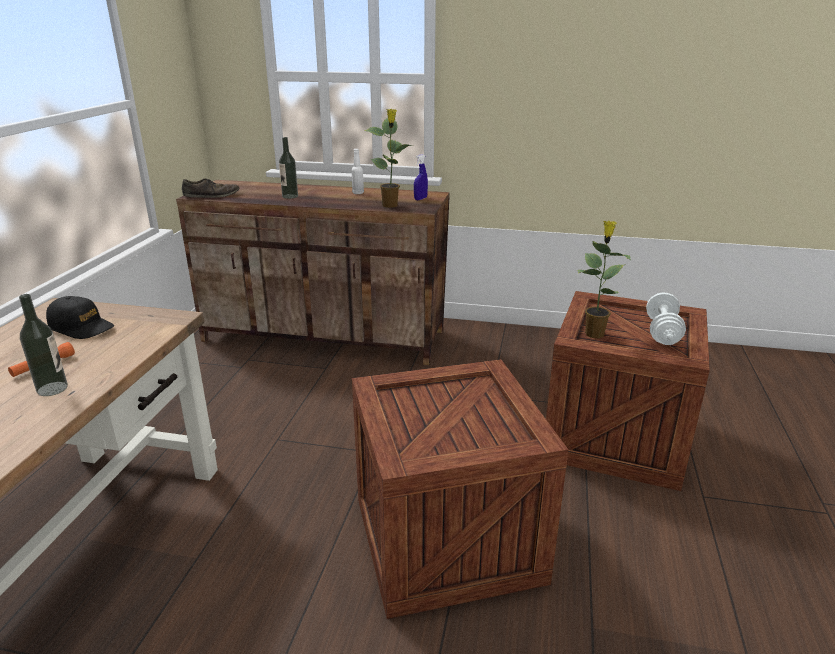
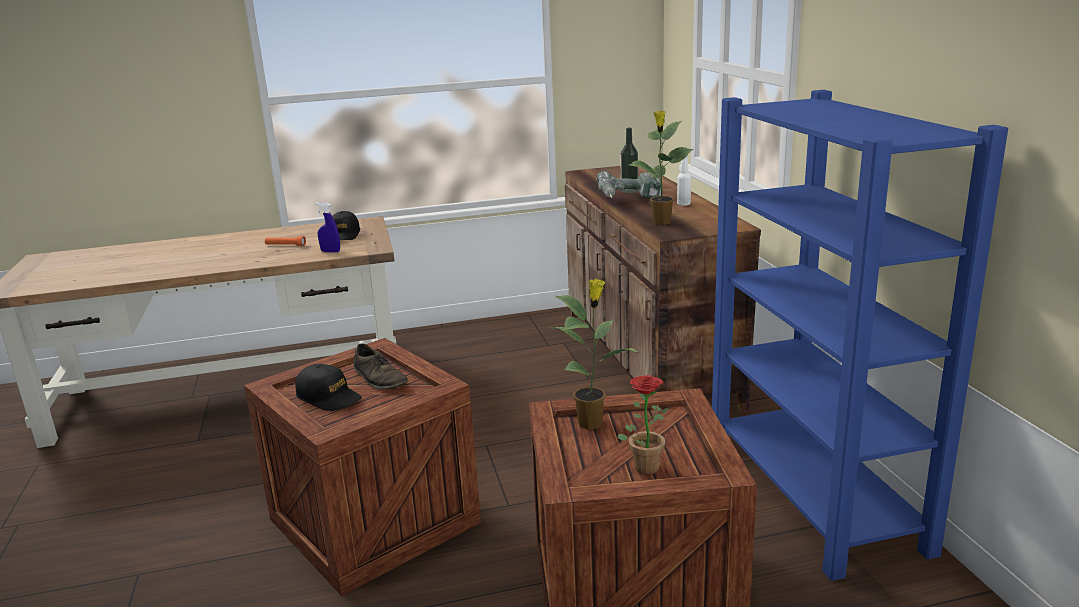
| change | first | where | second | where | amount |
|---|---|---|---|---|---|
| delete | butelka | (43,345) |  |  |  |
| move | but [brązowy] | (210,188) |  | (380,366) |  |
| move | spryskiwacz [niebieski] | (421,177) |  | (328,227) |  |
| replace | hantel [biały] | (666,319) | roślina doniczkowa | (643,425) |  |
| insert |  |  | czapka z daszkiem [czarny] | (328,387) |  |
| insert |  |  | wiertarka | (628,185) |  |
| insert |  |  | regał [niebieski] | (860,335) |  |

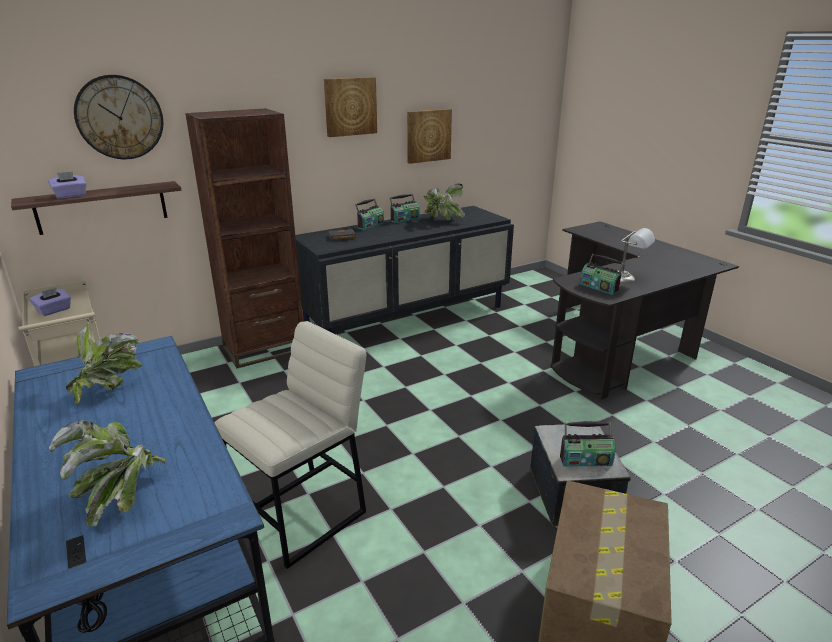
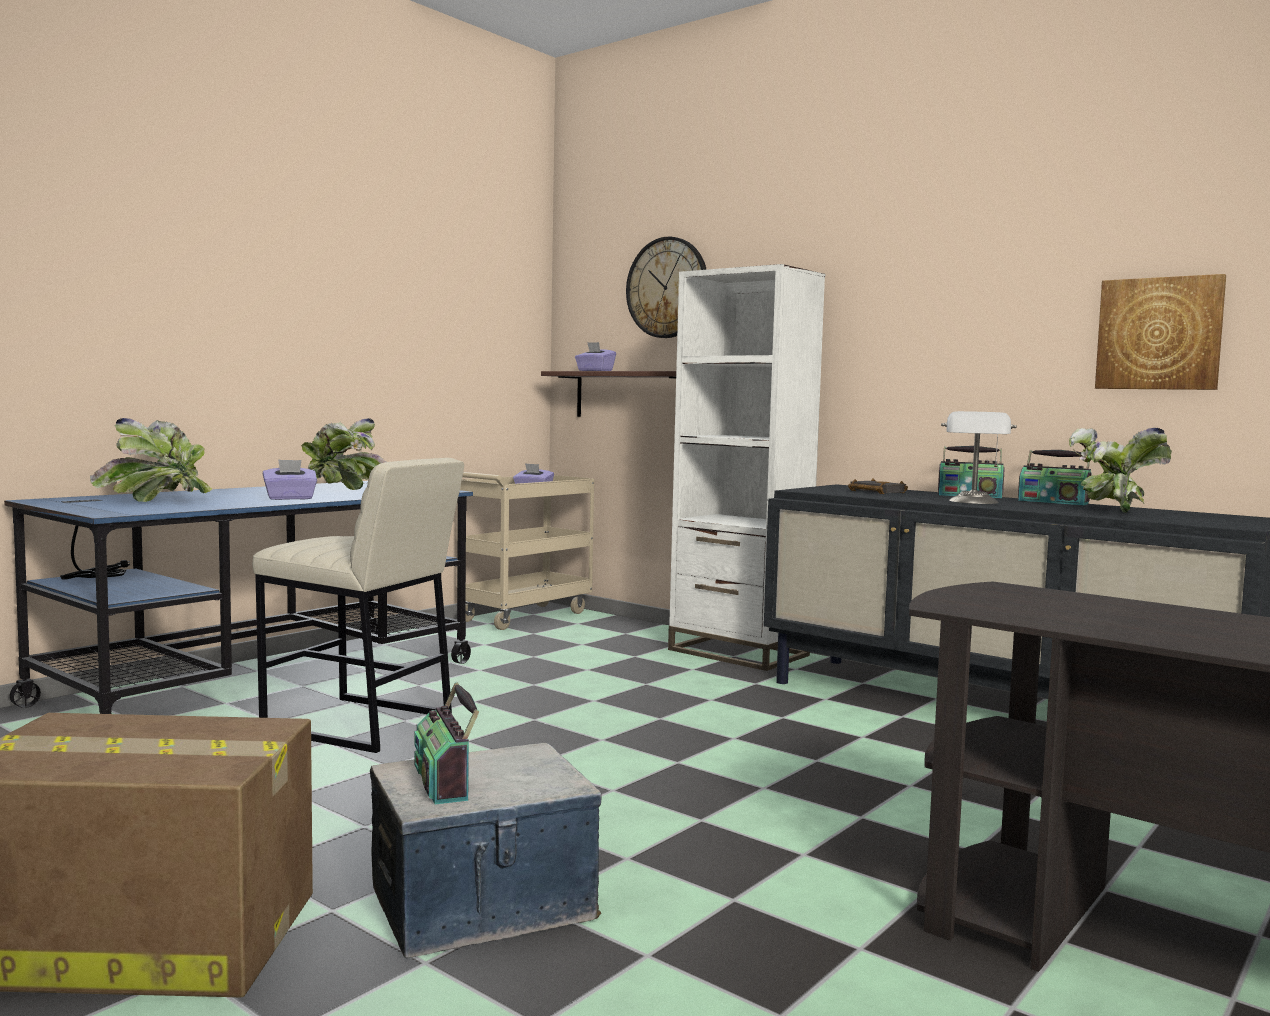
| change | first | where | second | where | amount |
|---|---|---|---|---|---|
| recolor | regał [brązowy] | (244,238) | regał [biały] | (746,467) |  |
| delete | obraz | (350,107) |  |  |  |
| delete | radio | (602,274) |  |  |  |
| move | lampa stołowa [biały] | (636,255) |  | (979,457) |  |
| insert |  |  | pudełko chusteczek [fioletowy] | (290,479) |  |

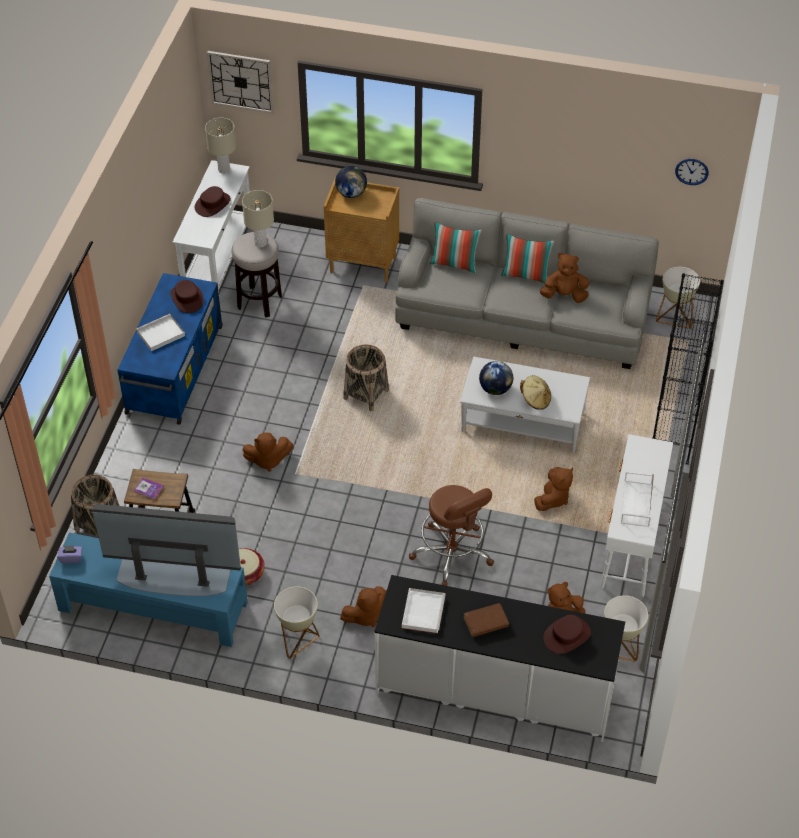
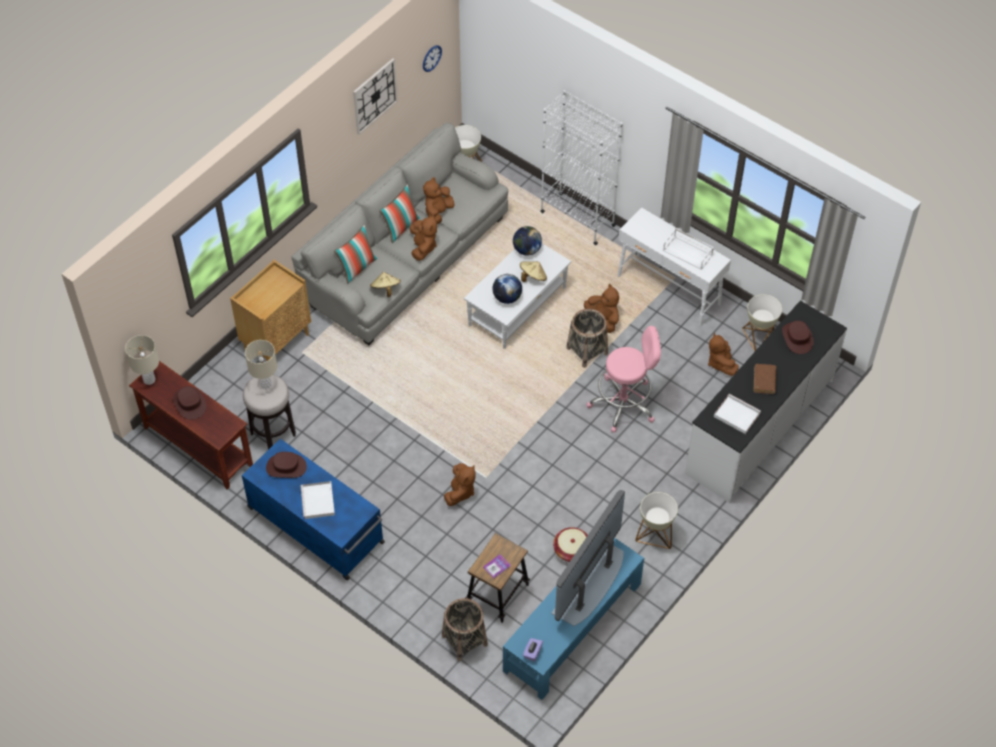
| change | first | where | second | where | amount |
|---|---|---|---|---|---|
| recolor | stolik konsolowy [biały] | (211,226) | stolik konsolowy [brązowy] | (191,425) |  |
| move | zegar ścienny | (240,82) |  | (375,96) |  |
| move | globus | (351,182) |  | (527,241) |  |
| move | pluszak [brązowy] | (363,606) |  | (423,238) |  |
| move | koszyk | (366,378) |  | (587,338) |  |
| recolor | stołek [brązowy] | (451,535) | stołek [różowy] | (624,379) |  |
| recolor | regał [czarny] | (688,369) | regał [biały] | (582,167) |  |
| insert |  |  | kapelusz [beżowy] | (385,284) |  |

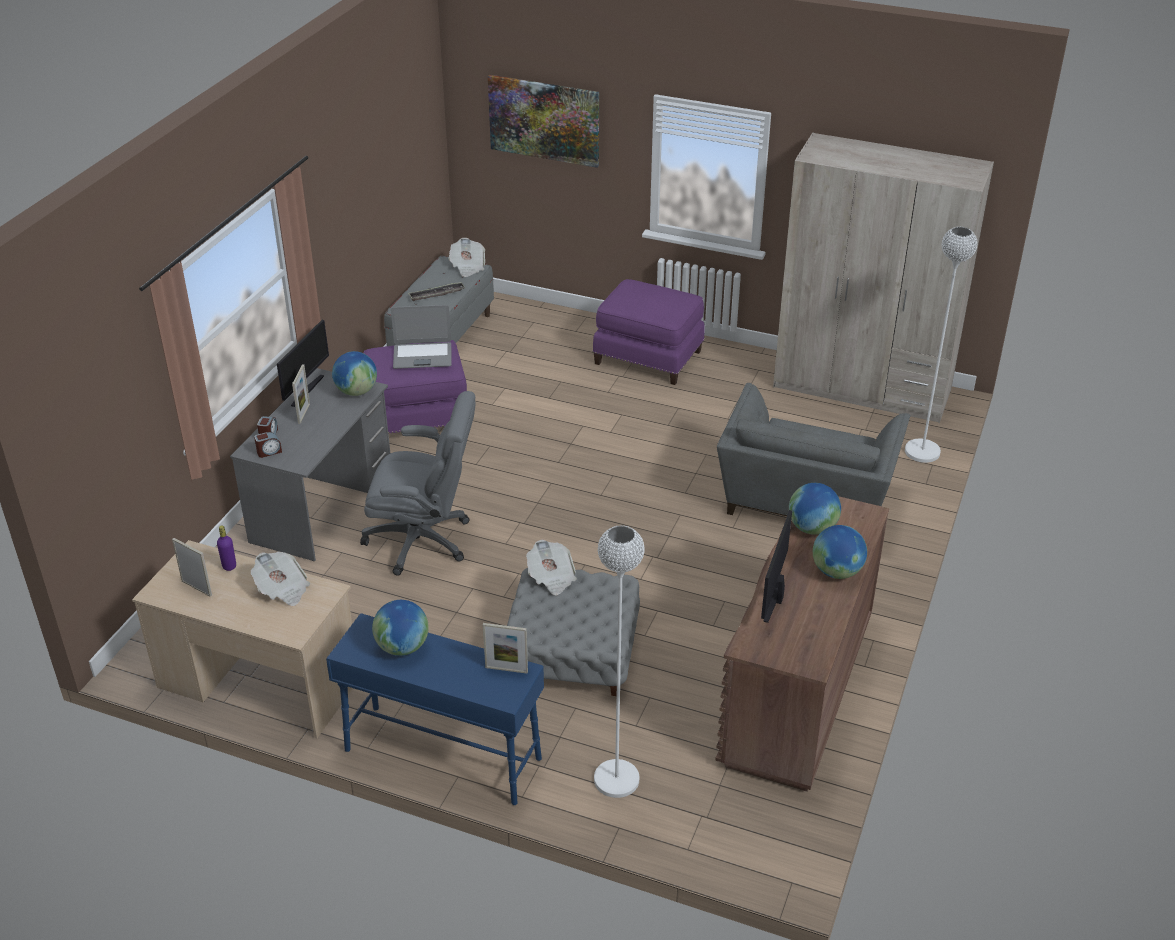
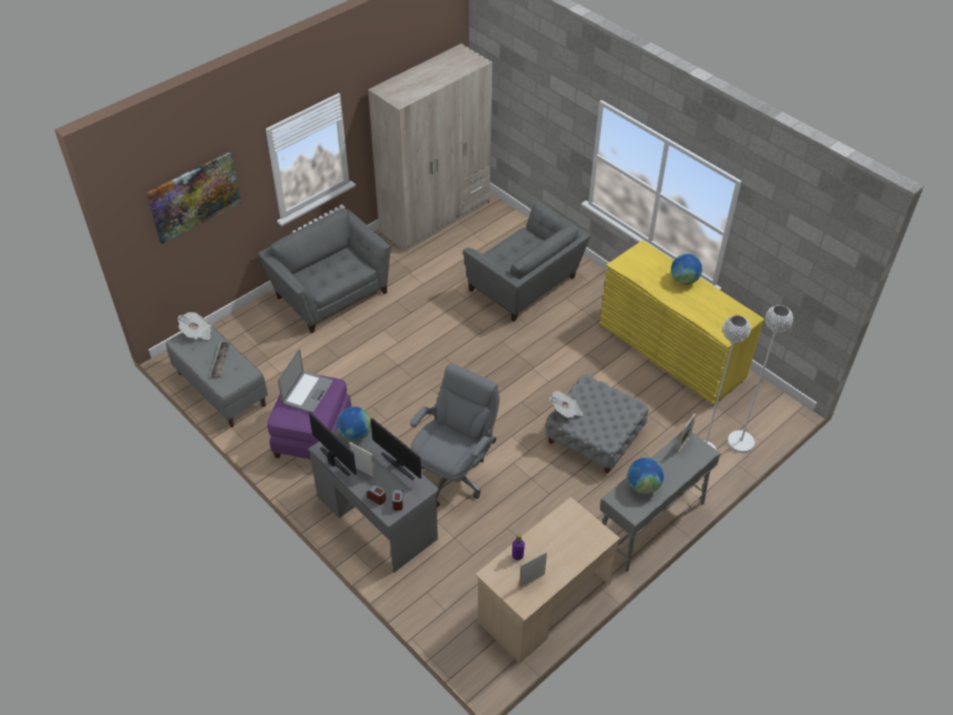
| change | first | where | second | where | amount |
|---|---|---|---|---|---|
| delete | gazeta | (280,579) |  |  |  |
| recolor | stolik konsolowy [niebieski] | (435,709) | stolik konsolowy [szary] | (660,502) |  |
| replace | pufa [fioletowy] | (648,332) | fotel [szary] | (324,271) |  |
| recolor | komoda [brązowy] | (802,639) | komoda [żółty] | (681,322) |  |
| move | monitor | (776,566) |  | (396,449) |  |
| delete | globus | (815,509) |  |  |  |
| move | lampa stojąca [biały] | (941,345) |  | (760,379) |  |

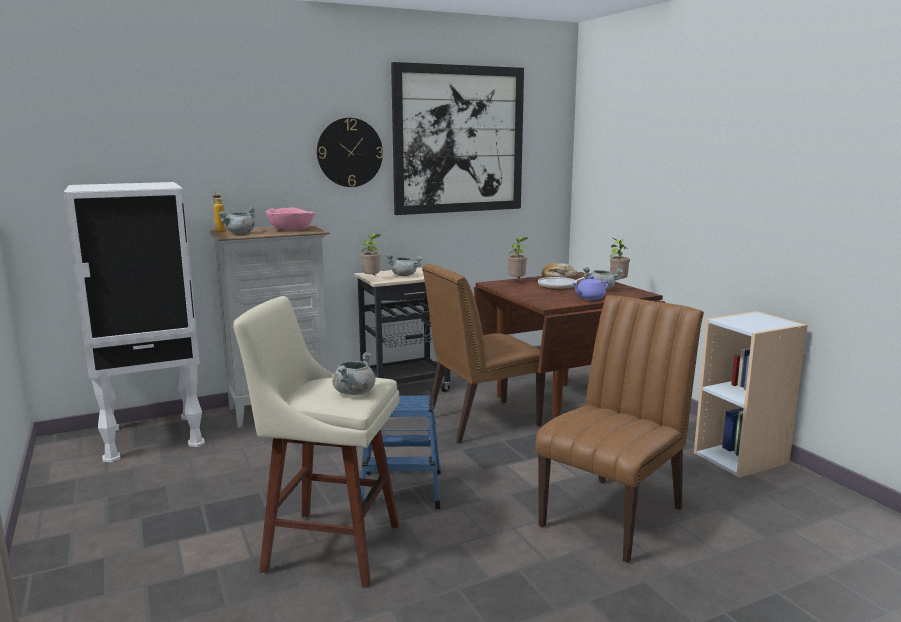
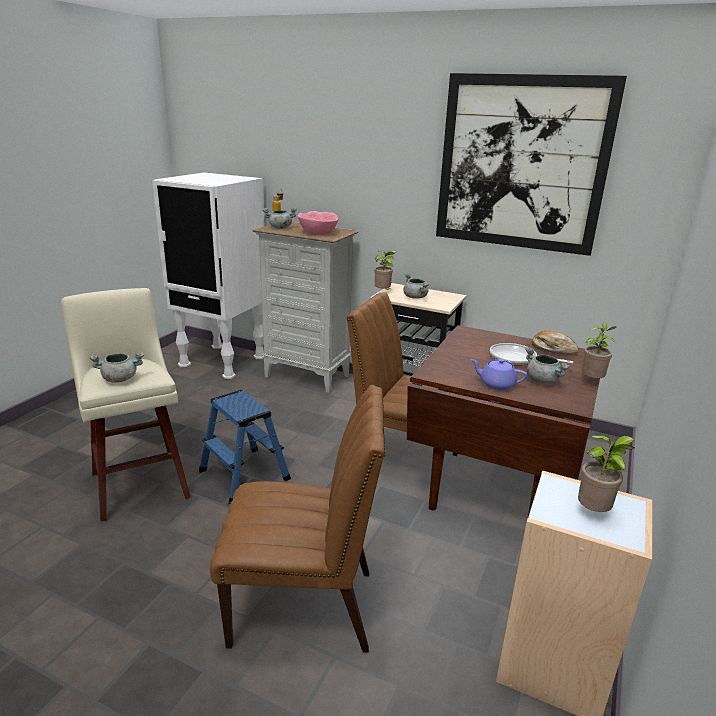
| change | first | where | second | where | amount |
|---|---|---|---|---|---|
| delete | zegar ścienny | (350,152) |  |  |  |
| move | roślina doniczkowa | (517,258) |  | (606,474) |  |

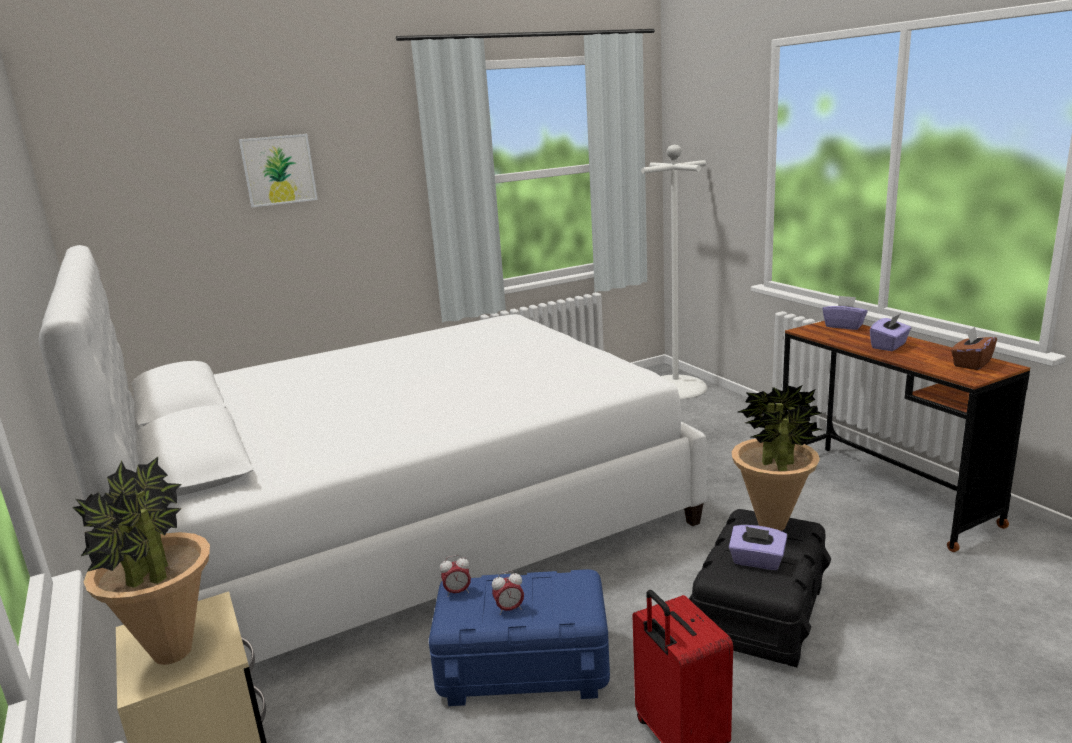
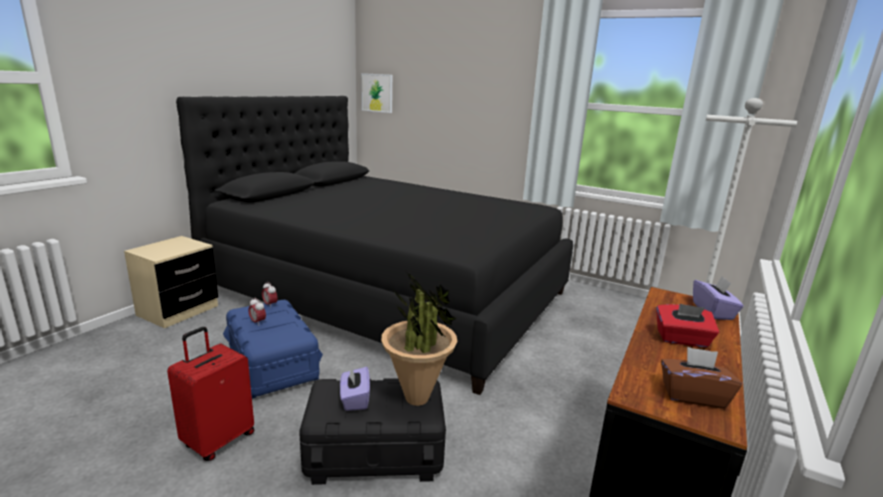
| change | first | where | second | where | amount |
|---|---|---|---|---|---|
| recolor | łóżko [biały] | (373,455) | łóżko [czarny] | (374,245) |  |
| delete | roślina doniczkowa | (141,561) |  |  |  |
| move | obraz | (278,170) |  | (377,93) |  |
| recolor | pudełko chusteczek [fioletowy] | (890,332) | pudełko chusteczek [czerwony] | (687,325) |  |

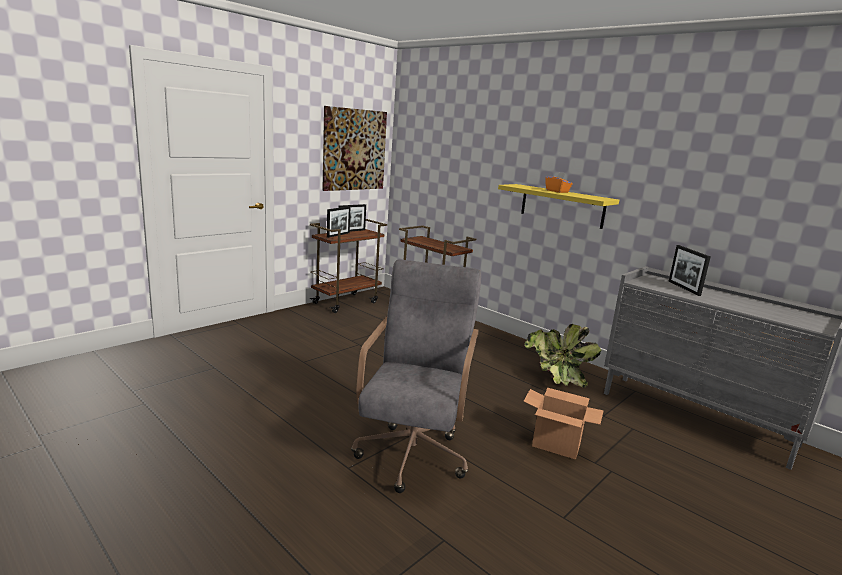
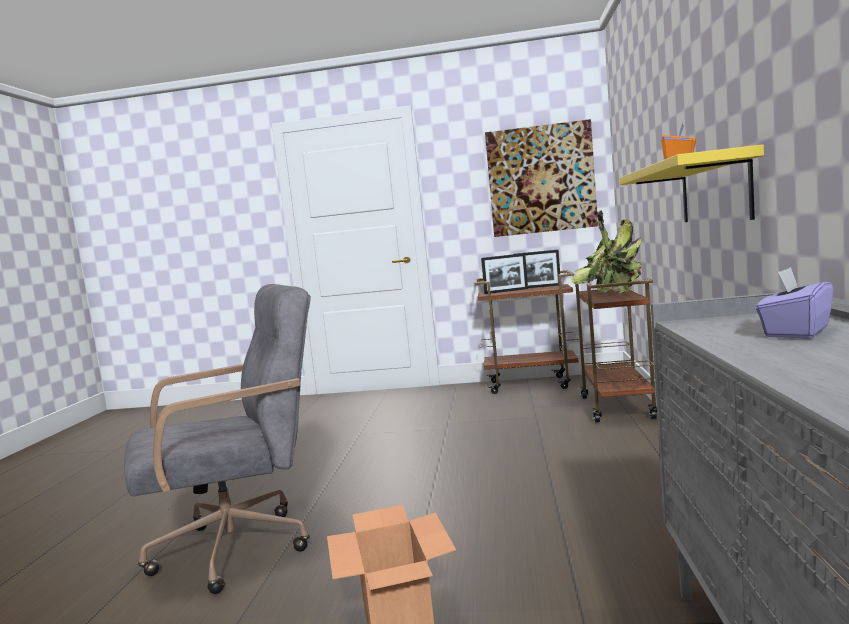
| change | first | where | second | where | amount |
|---|---|---|---|---|---|
| move | roślina doniczkowa | (563,356) |  | (606,252) |  |
| replace | ramka na zdjęcie | (690,270) | pudełko chusteczek [fioletowy] | (794,303) |  |

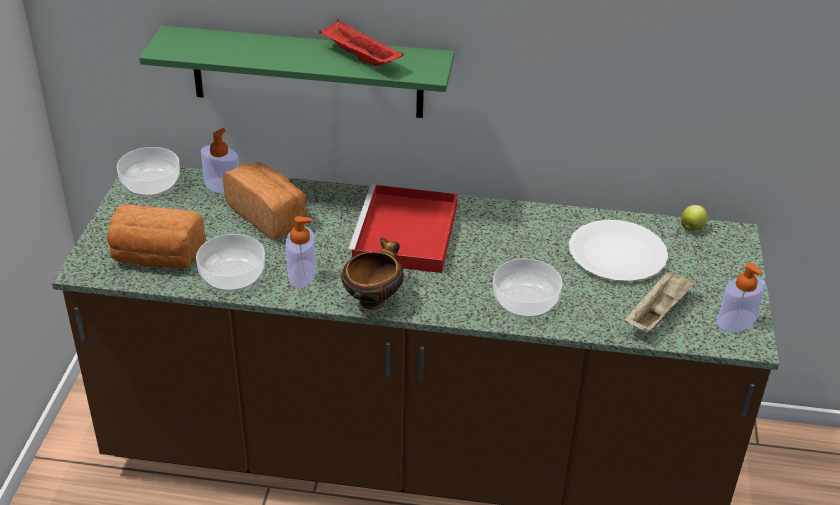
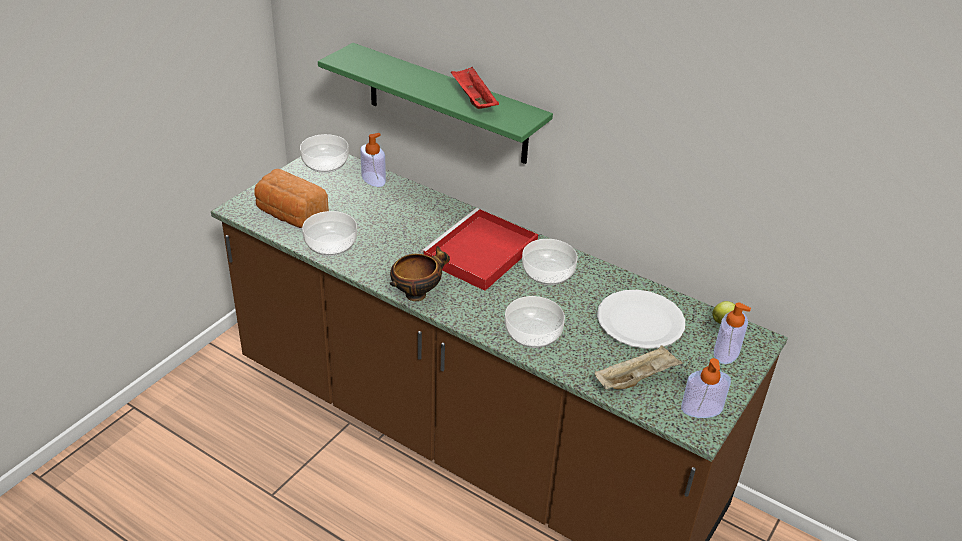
| change | first | where | second | where | amount |
|---|---|---|---|---|---|
| delete | chleb | (264,201) |  |  |  |
| move | dozownik mydła | (301,252) |  | (732,333) |  |
| insert |  |  | miska | (550,262) |  |

